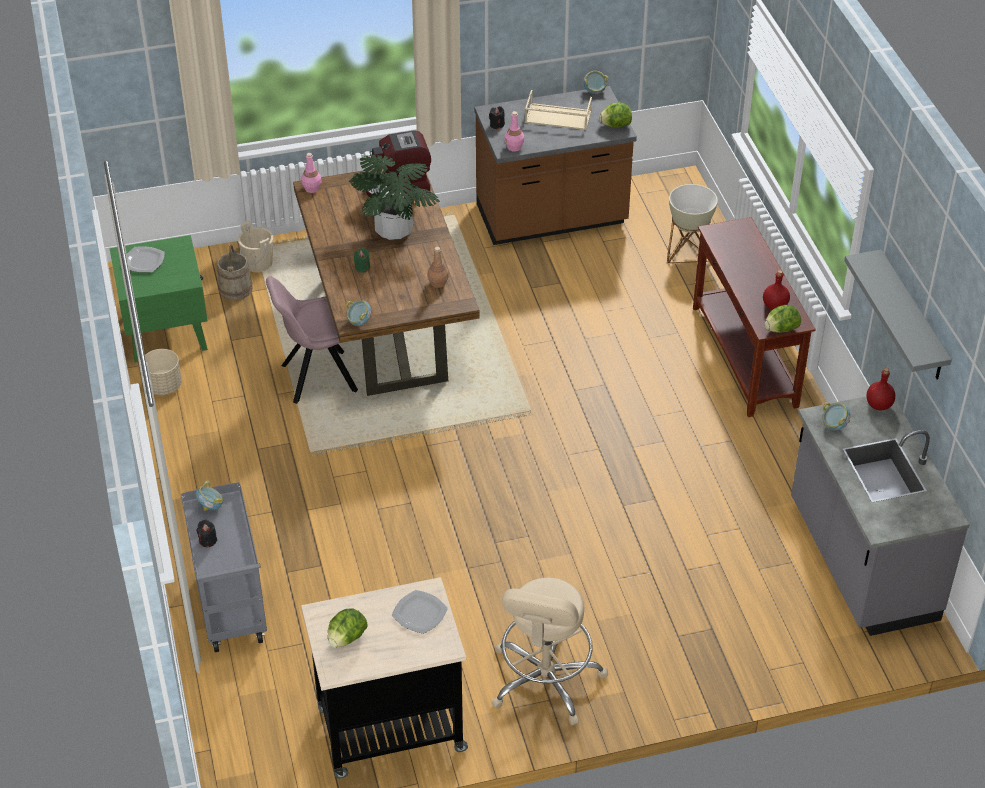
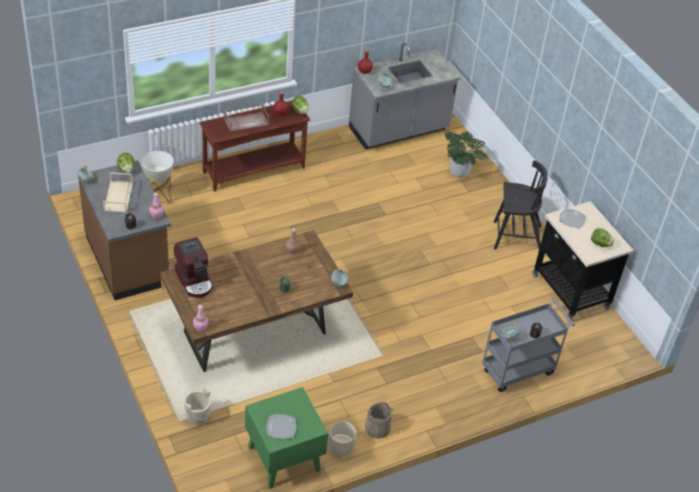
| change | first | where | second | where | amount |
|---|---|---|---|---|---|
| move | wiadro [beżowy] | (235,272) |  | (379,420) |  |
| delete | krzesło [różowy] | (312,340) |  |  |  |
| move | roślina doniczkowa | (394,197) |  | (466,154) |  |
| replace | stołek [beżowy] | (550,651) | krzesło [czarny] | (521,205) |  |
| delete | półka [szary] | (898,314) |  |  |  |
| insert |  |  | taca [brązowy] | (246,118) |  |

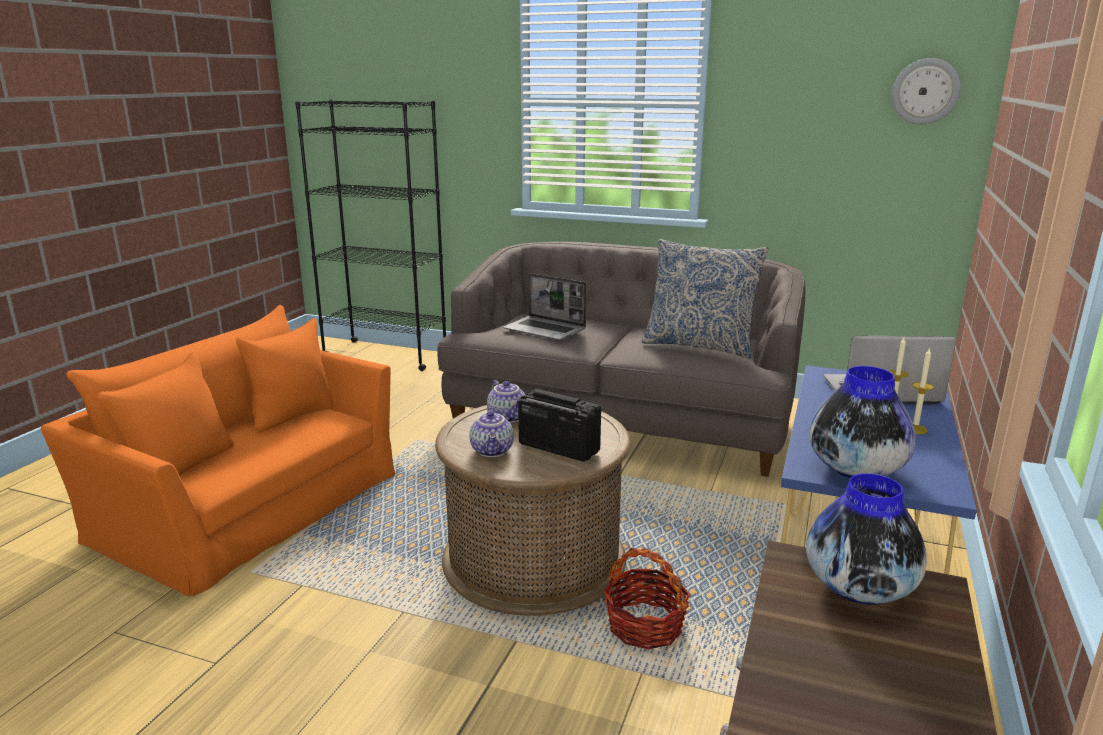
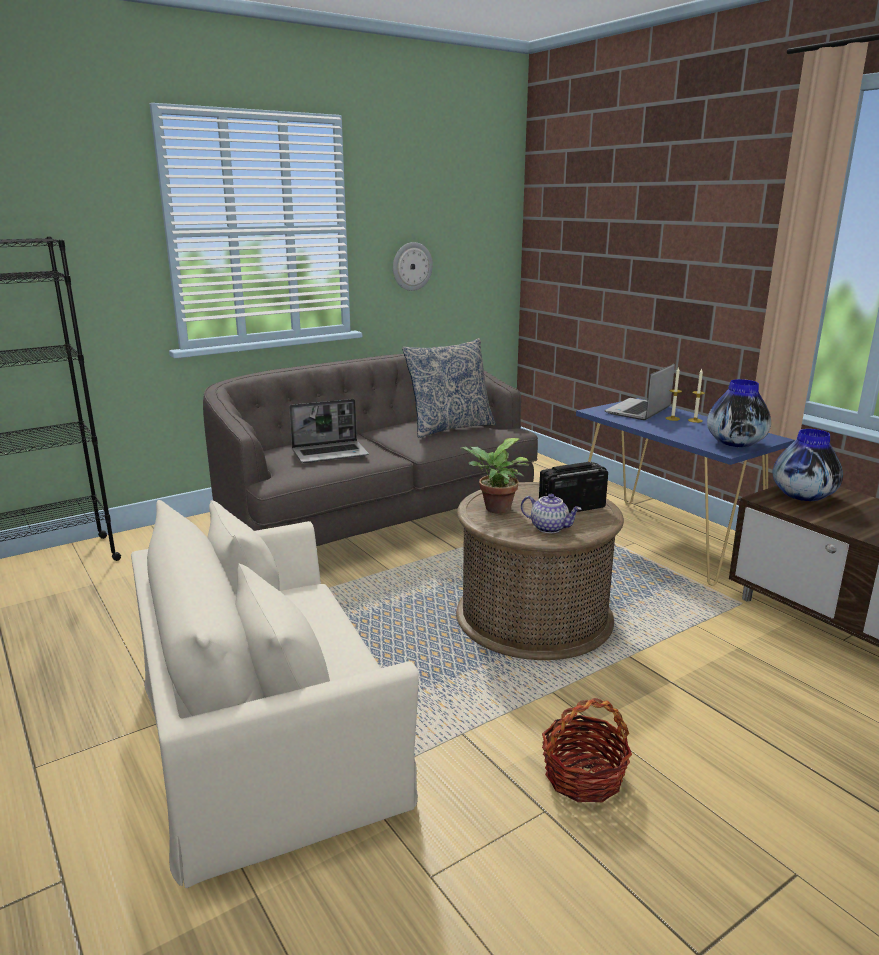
| change | first | where | second | where | amount |
|---|---|---|---|---|---|
| recolor | fotel [pomarańczowy] | (218,451) | fotel [beżowy] | (275,694) |  |
| replace | imbryk | (506,401) | roślina doniczkowa | (494,476) |  |
| move | koszyk | (646,599) |  | (587,750) |  |
| move | zegar ścienny | (926,91) |  | (413,266) |  |

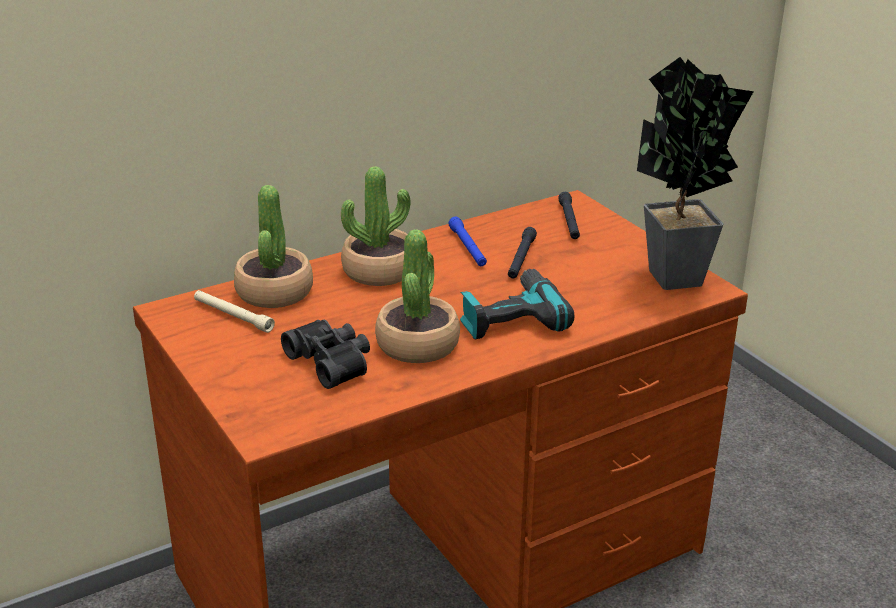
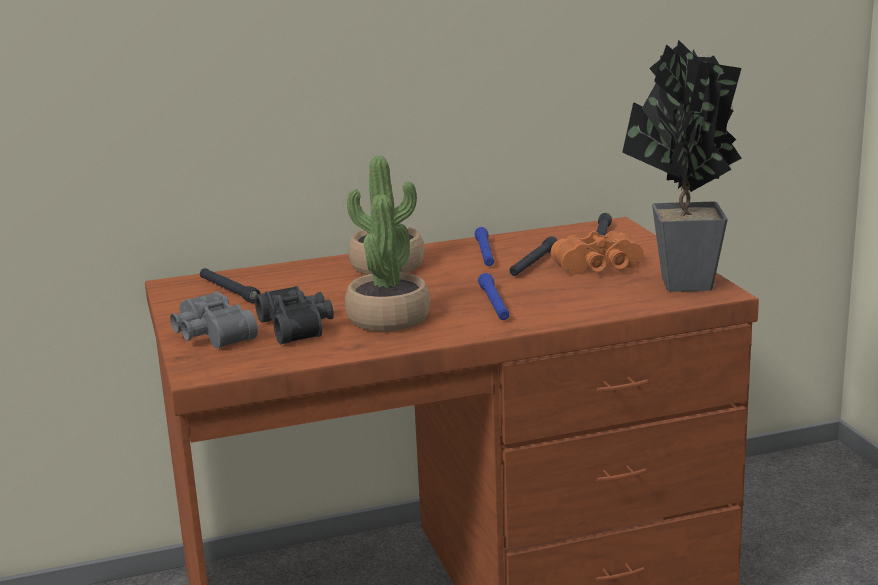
| change | first | where | second | where | amount |
|---|---|---|---|---|---|
| recolor | latarka [beżowy] | (234,311) | latarka [czarny] | (230,285) |  |
| delete | roślina doniczkowa | (273,246) |  |  |  |
| replace | wiertarka | (517,304) | latarka [niebieski] | (493,296) |  |
| insert |  |  | lornetka [szary] | (214,320) |  |
| insert |  |  | lornetka [pomarańczowy] | (597,253) |  |

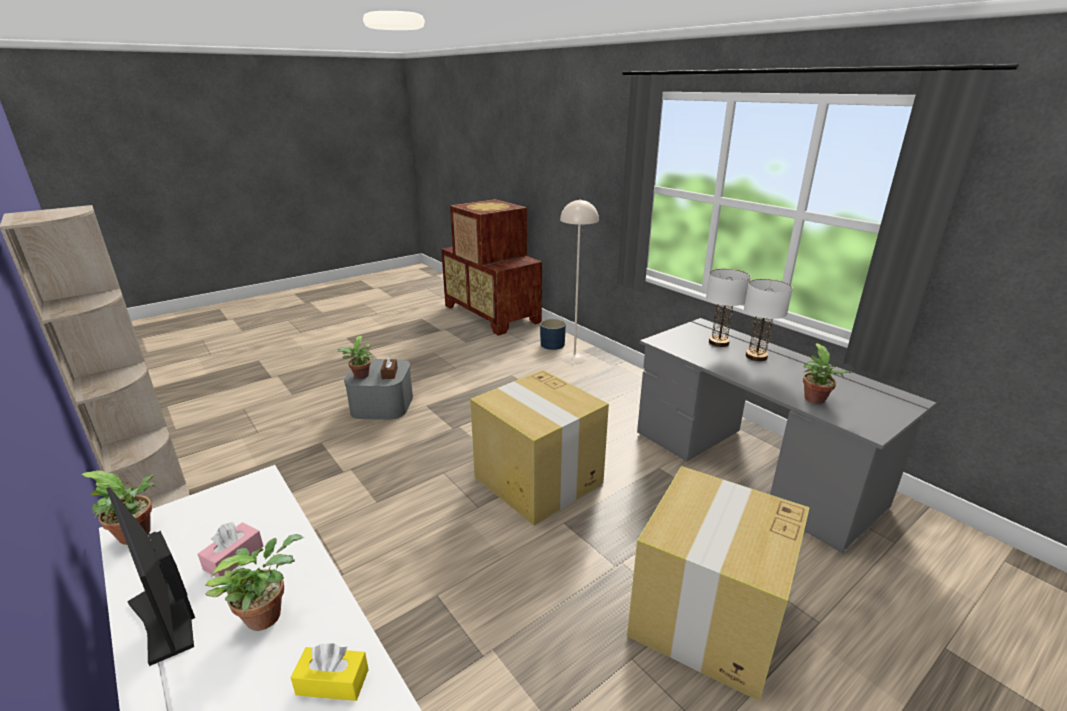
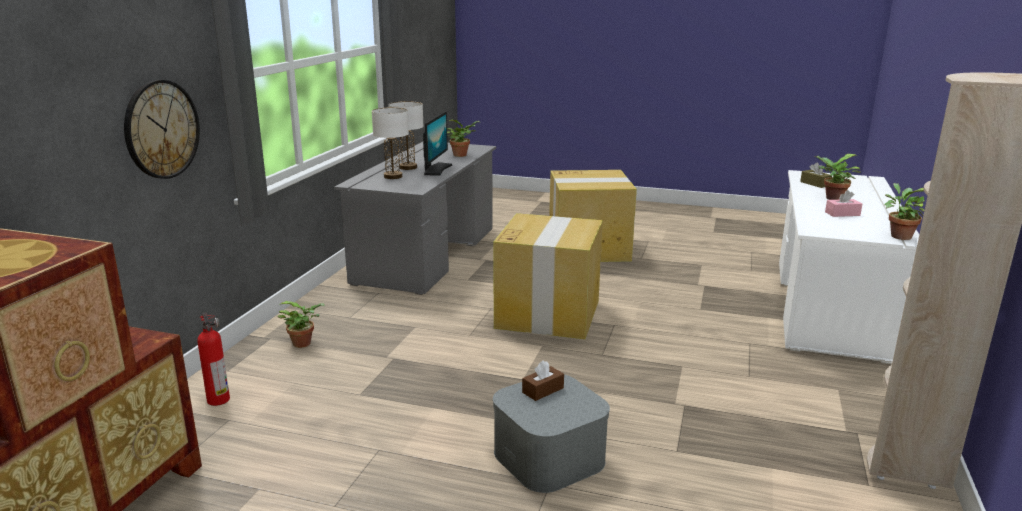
| change | first | where | second | where | amount |
|---|---|---|---|---|---|
| move | monitor | (150,576) |  | (437,143) |  |
| recolor | pudełko chusteczek [żółty] | (329,672) | pudełko chusteczek [brązowy] | (816,175) |  |
| move | roślina doniczkowa | (355,357) |  | (301,324) |  |
| replace | donica [niebieski] | (553,334) | gaśnica | (213,359) |  |
| delete | lampa stojąca [beżowy] | (579,281) |  |  |  |
| insert |  |  | zegar ścienny | (162,129) |  |

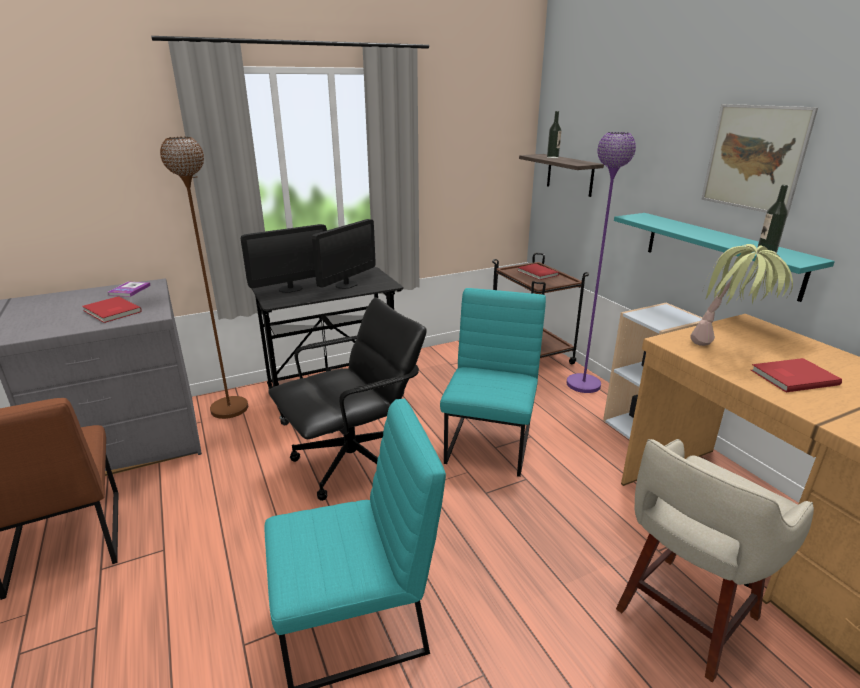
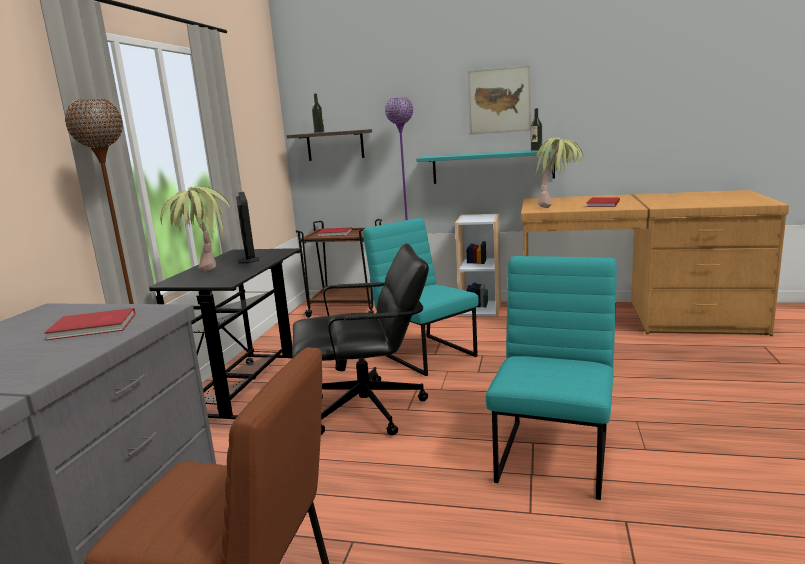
| change | first | where | second | where | amount |
|---|---|---|---|---|---|
| delete | książka | (129,289) |  |  |  |
| replace | monitor | (284,258) | roślina doniczkowa | (195,229) |  |
| rotate | krzesło biurowe [czarny] | (347,399) |  | (360,339) | 75 degrees clockwise |
| delete | stołek [beżowy] | (715,560) |  |  |  |

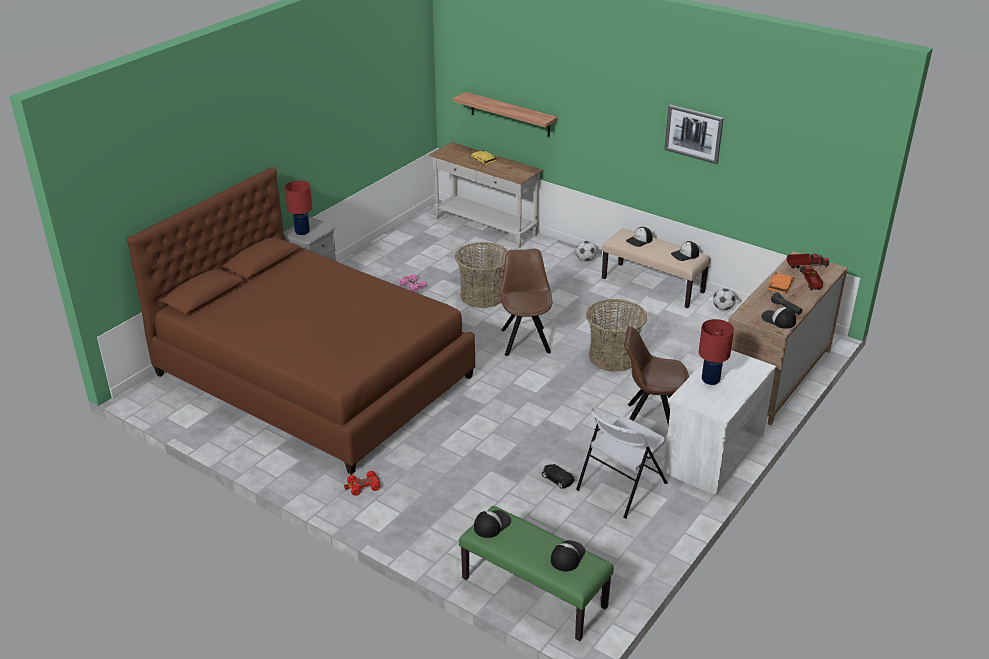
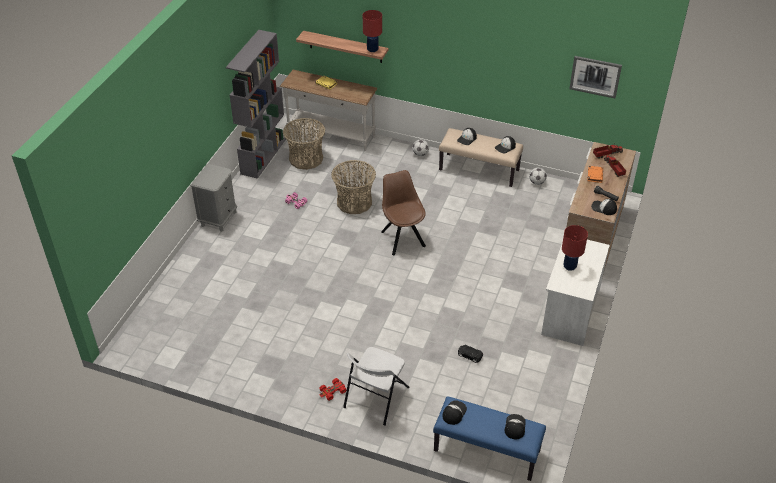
| change | first | where | second | where | amount |
|---|---|---|---|---|---|
| delete | łóżko [brązowy] | (301,321) |  |  |  |
| move | lampa stołowa [czerwony] | (298,208) |  | (372,31) |  |
| recolor | ławka [zielony] | (536,573) | ławka [niebieski] | (489,438) |  |
| move | krzesło [biały] | (622,463) |  | (376,386) |  |
| move | koszyk | (616,335) |  | (304,144) |  |
| delete | krzesło [brązowy] | (656,376) |  |  |  |
| move | obraz | (694,134) |  | (595,77) |  |
| insert |  |  | regał [szary] | (256,104) |  |

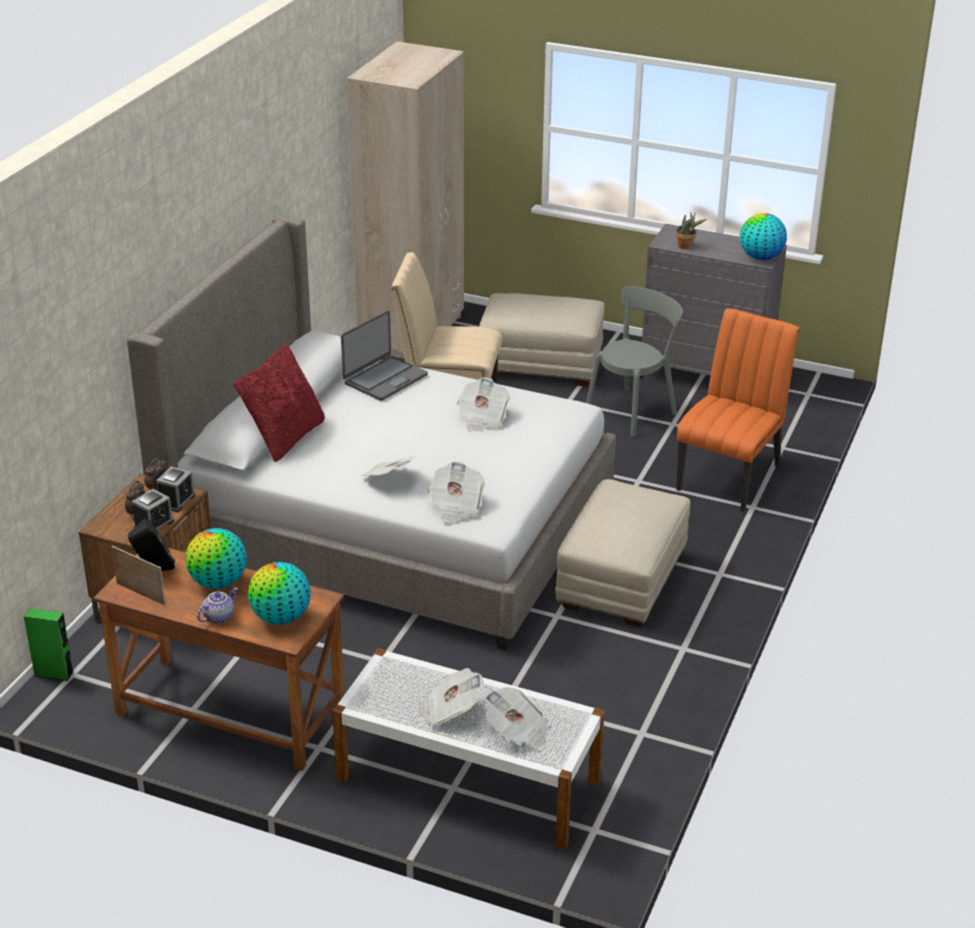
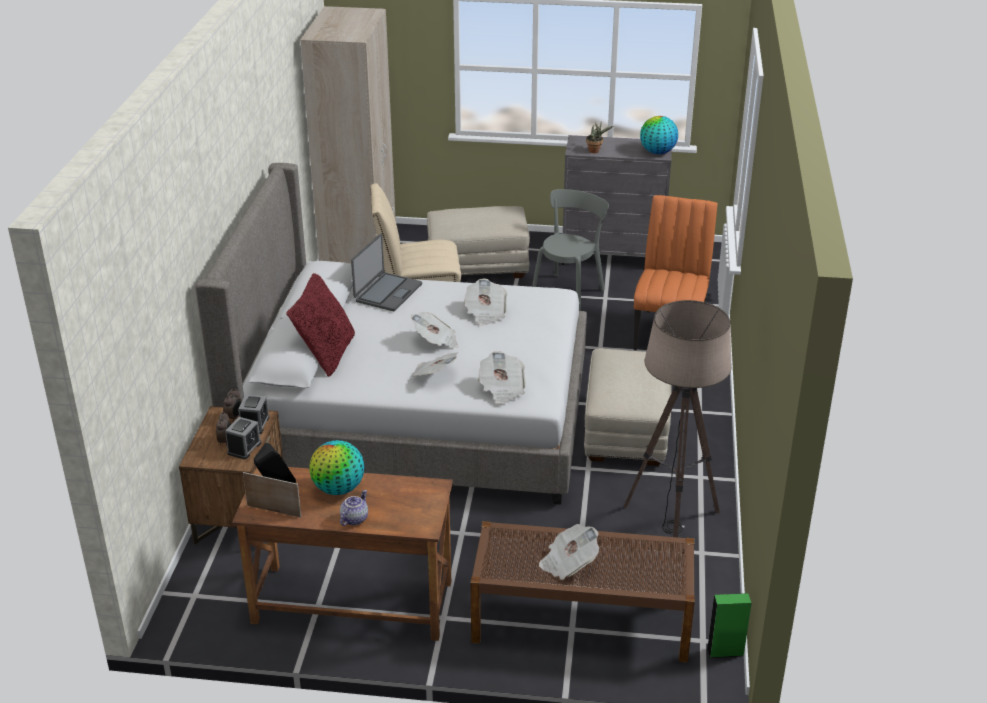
| change | first | where | second | where | amount |
|---|---|---|---|---|---|
| move | głośnik [zielony] | (49,644) |  | (729,625) |  |
| delete | globus | (279,593) |  |  |  |
| recolor | ławka [biały] | (468,749) | ławka [brązowy] | (582,591) |  |
| move | gazeta | (516,718) |  | (434,330) |  |
| insert |  |  | lampa stojąca | (678,431) |  |

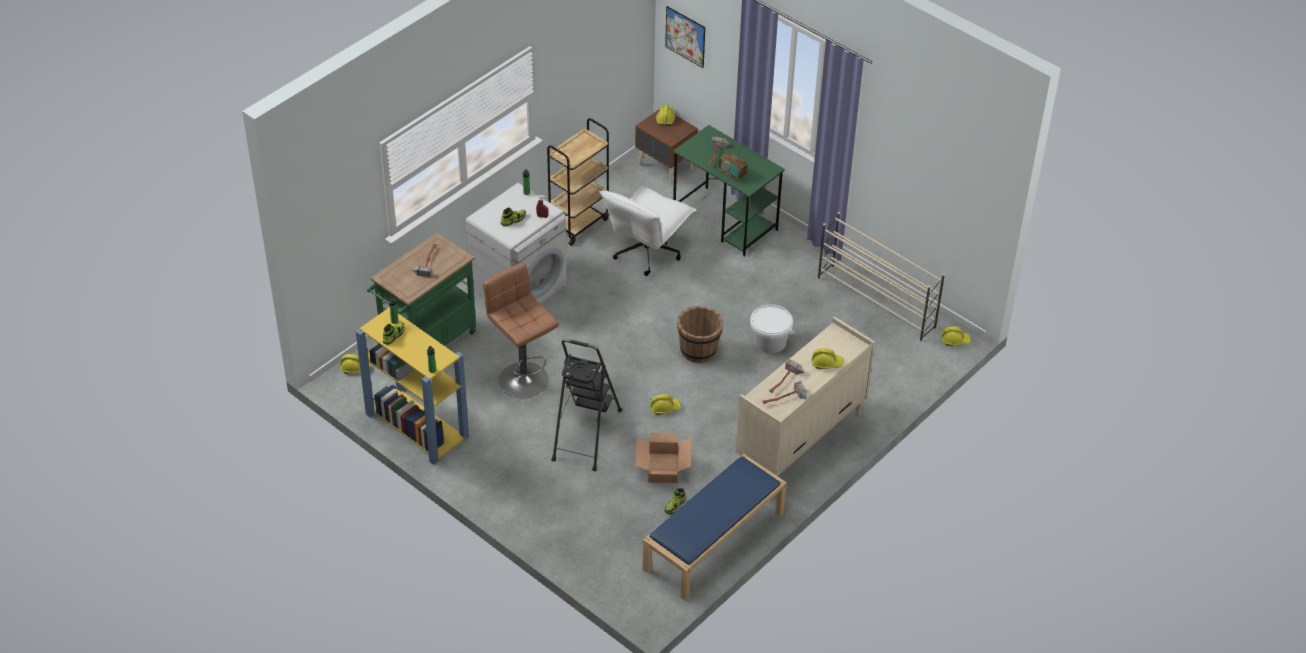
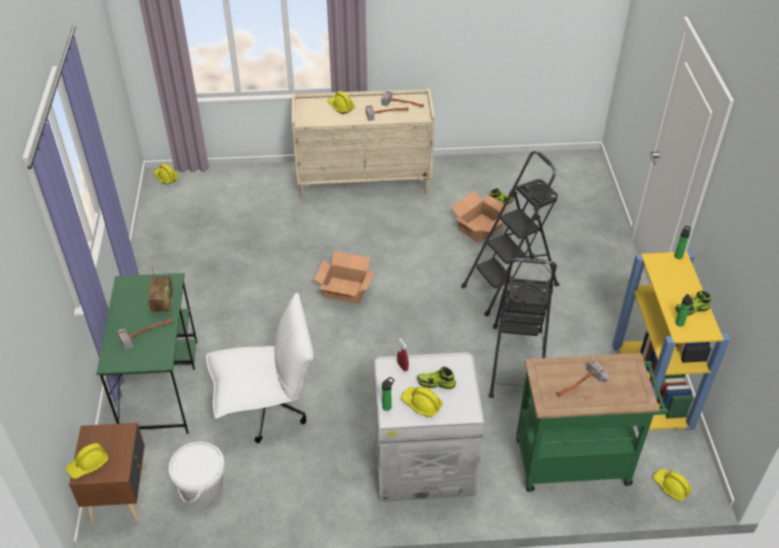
| change | first | where | second | where | amount |
|---|---|---|---|---|---|
| replace | stołek [brązowy] | (521,330) | drabinka | (522,328) |  |
| delete | wózek [brązowy] | (578,182) |  |  |  |
| delete | ławka [niebieski] | (714,527) |  |  |  |
| move | kask [żółty] | (665,404) |  | (422,402) |  |
| delete | obraz | (685,37) |  |  |  |
| replace | wiadro [brązowy] | (700,334) | karton | (344,277) |  |
| move | wiadro [biały] | (772,329) |  | (196,473) |  |
| delete | regał na buty [beżowy] | (881,277) |  |  |  |

